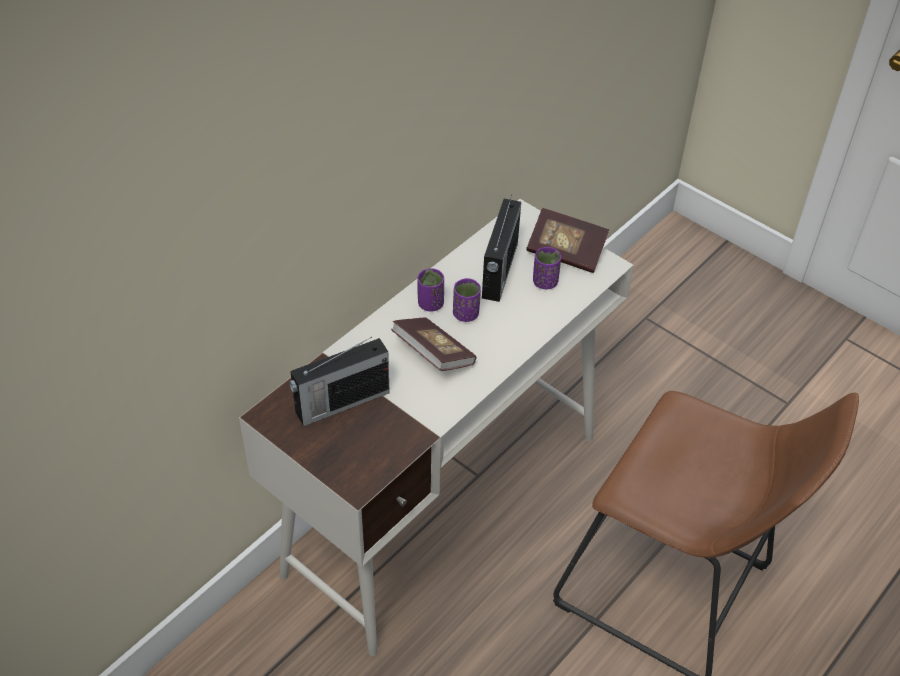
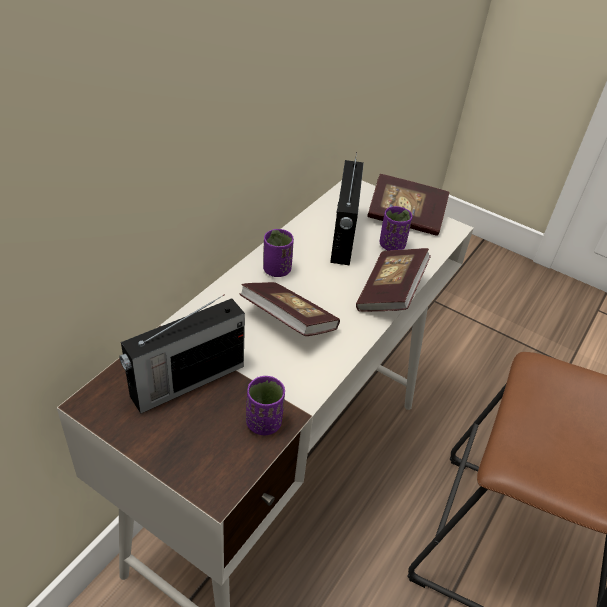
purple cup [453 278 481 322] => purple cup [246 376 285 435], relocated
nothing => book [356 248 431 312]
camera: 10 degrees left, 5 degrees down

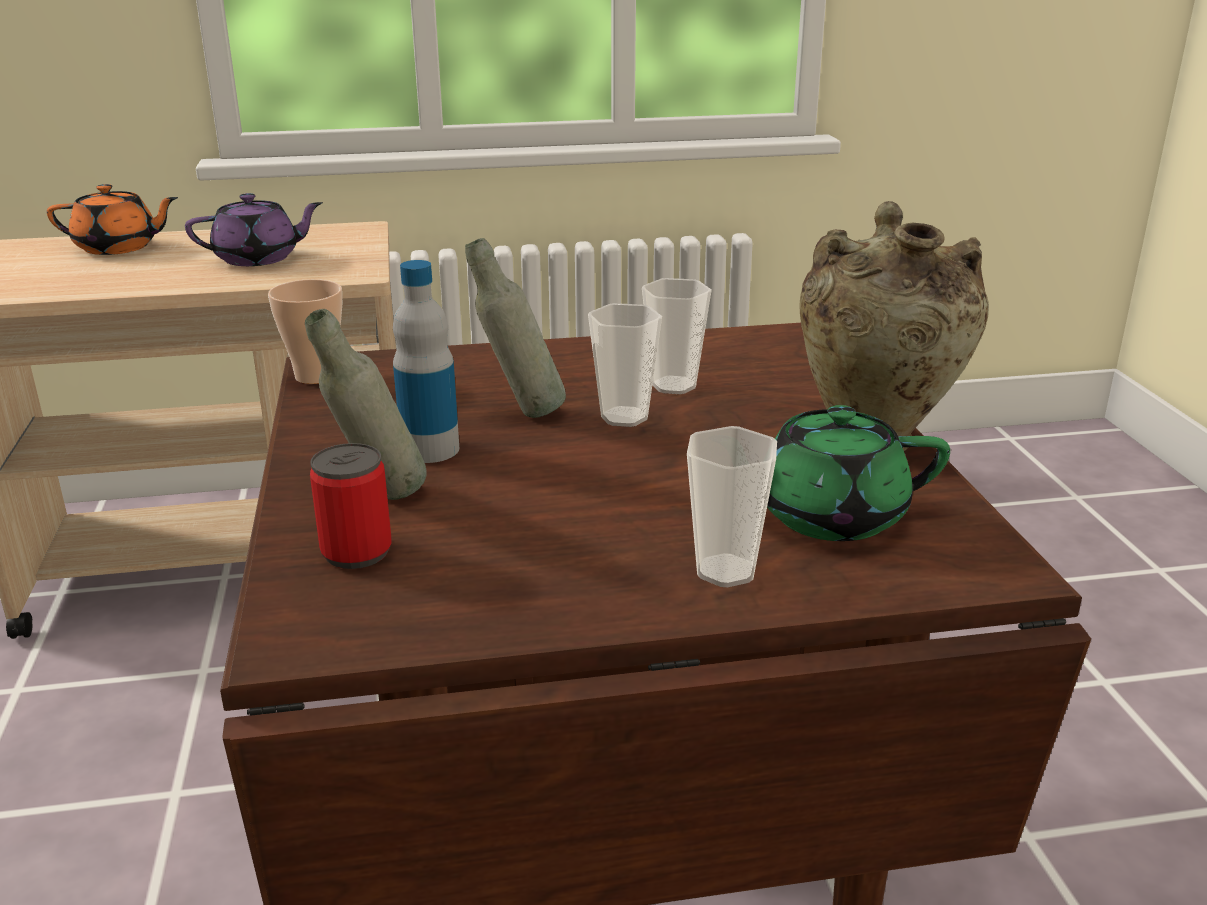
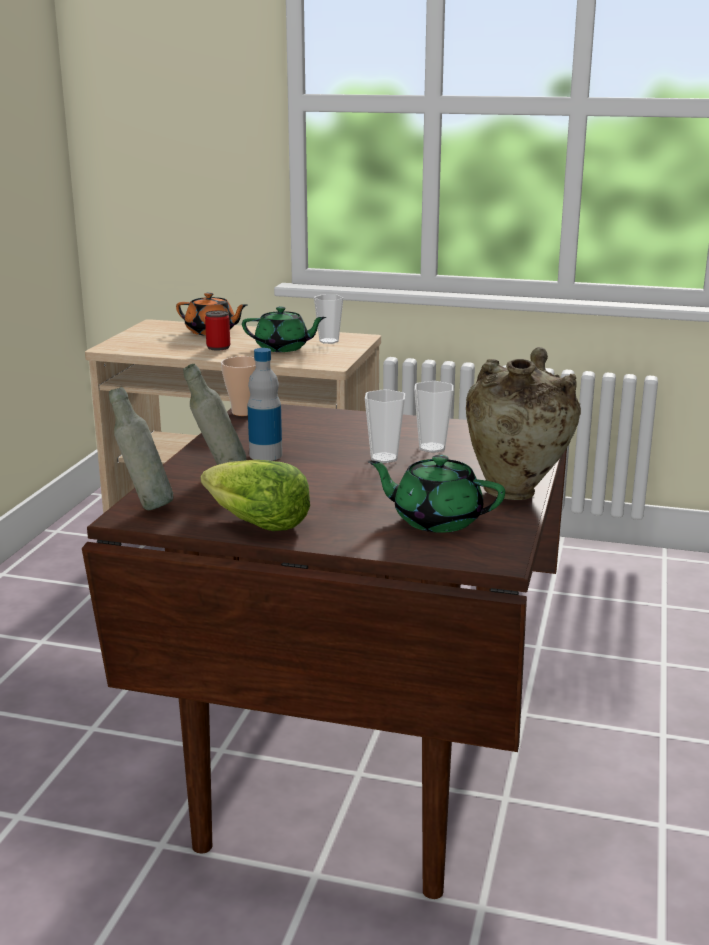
purple teapot [185 193 323 266] => green teapot [242 307 326 352]
grey bottle [465 238 566 418] => grey bottle [109 387 173 510], relocated
cup [687 426 777 587] => cup [314 294 344 344], relocated
can [310 443 392 569] => can [205 310 230 350], relocated
nothing => lettuce [200 460 310 531]
camera: 25 degrees right, 5 degrees down

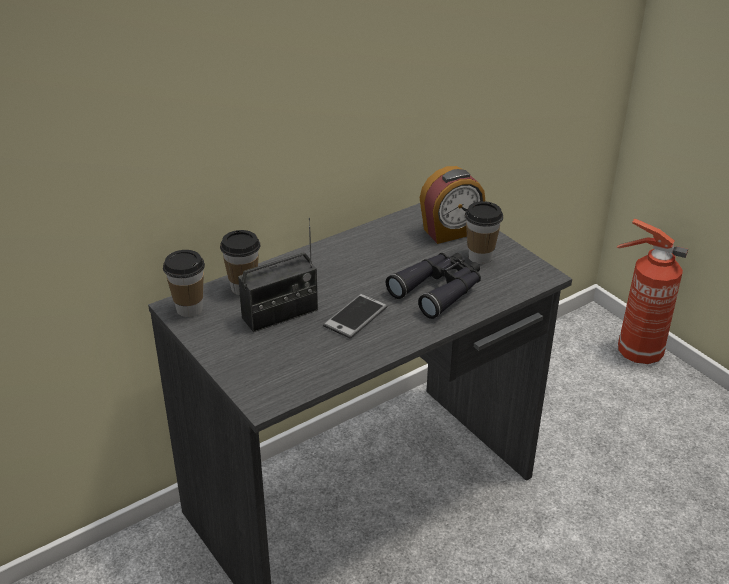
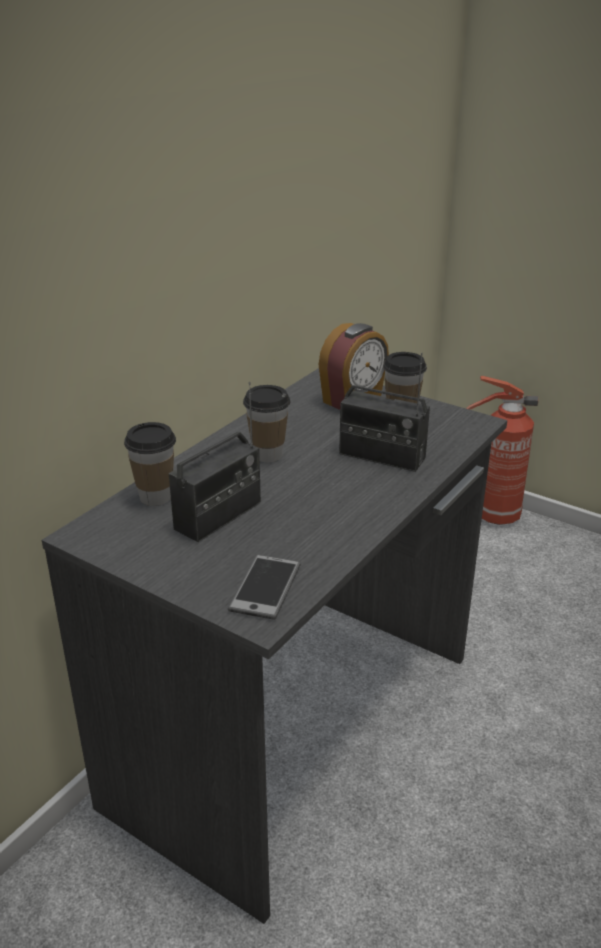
cup [163 250 205 317] => cup [243 385 290 462], relocated
black binoculars [386 253 481 319] => radio [339 353 430 472]
phone [323 294 387 339] => phone [228 555 301 620], relocated
camera: 20 degrees left, 5 degrees down

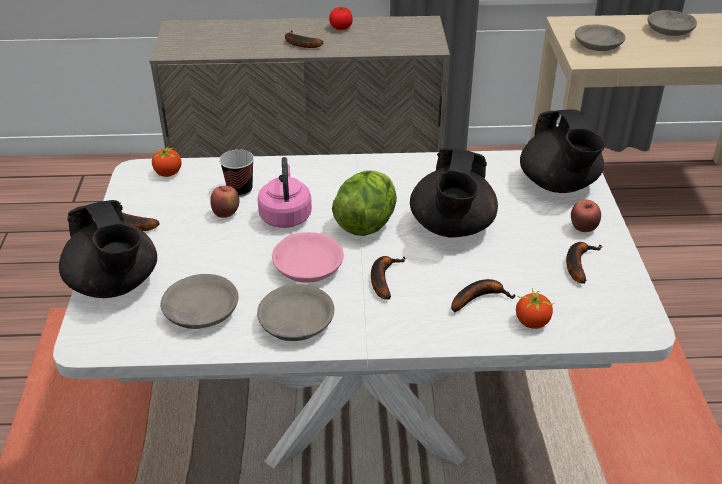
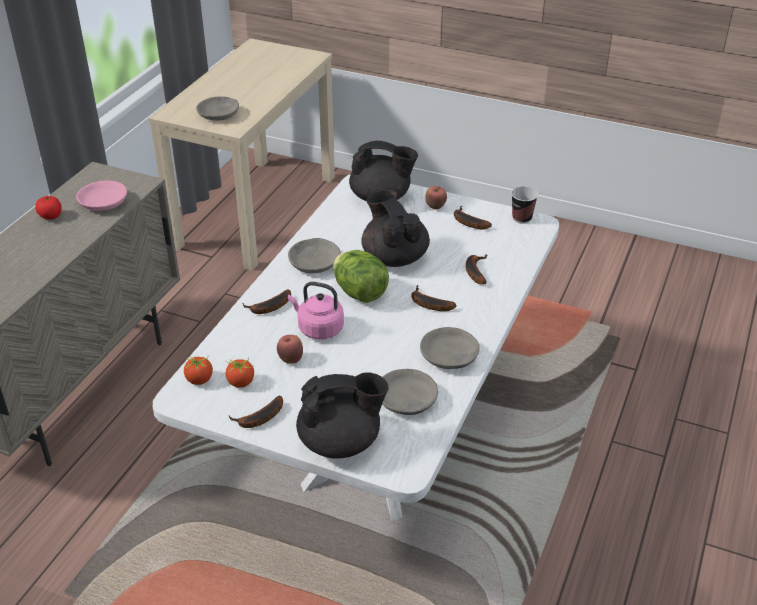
grey bowl [647 10 697 36] => grey bowl [288 238 341 274], relocated
banana [285 30 324 48] => banana [243 289 291 314], relocated
black teapot [410 148 498 238] => black teapot [361 190 430 267], 150 degrees counterclockwise
cup [219 149 254 197] => cup [511 186 538 224], relocated
pink bowl [272 232 344 282] => pink bowl [76 180 127 211], relocated
tomato [516 288 554 329] => tomato [226 357 254 388], relocated
camera: 65 degrees left, 0 degrees up

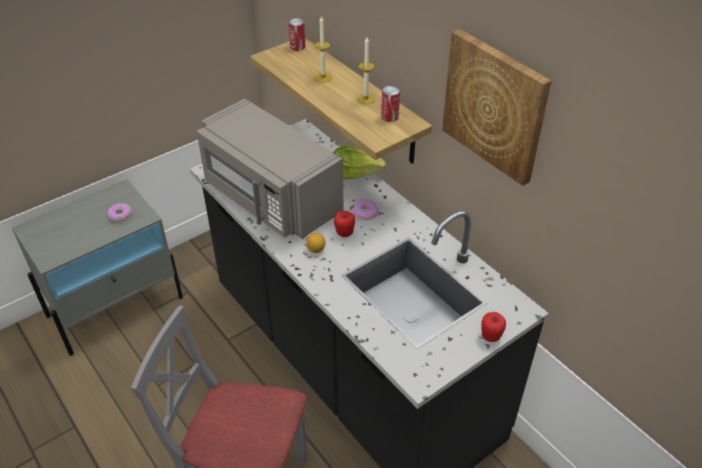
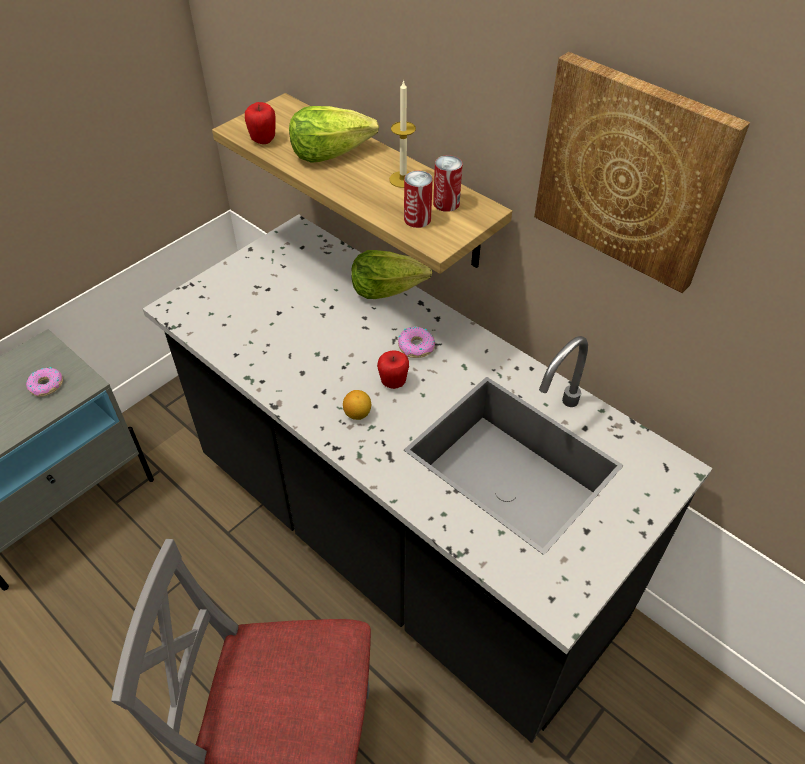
candle [314 16 332 83] => lettuce [289 106 379 163]
can [288 18 305 51] => can [404 171 433 228], relocated
grey microwave [197 98 343 238] => nothing
apple [482 312 506 342] => apple [245 102 276 144], relocated
camera: 10 degrees left, 5 degrees up

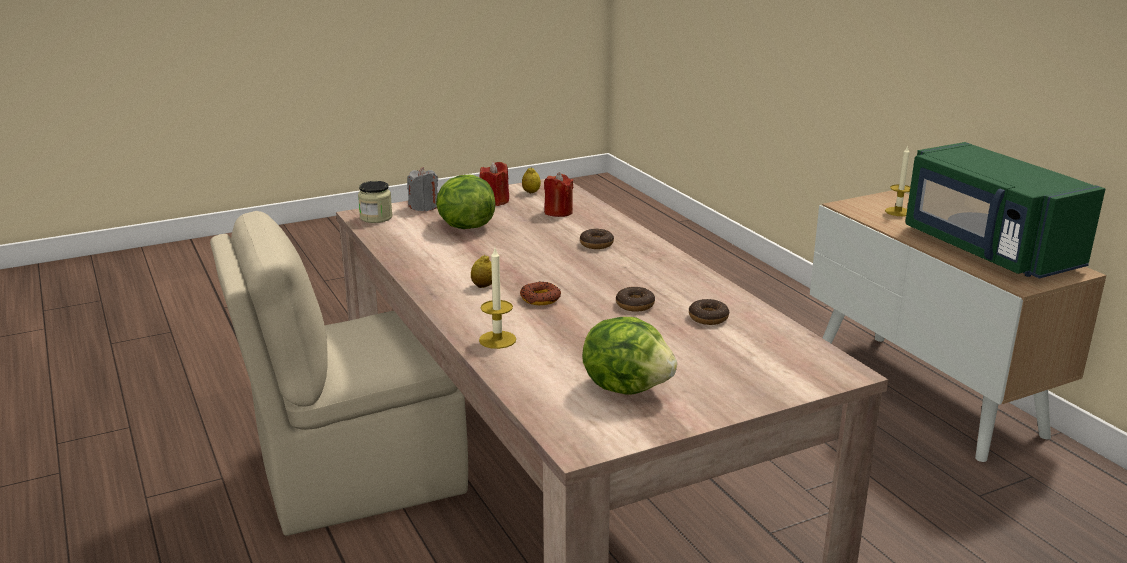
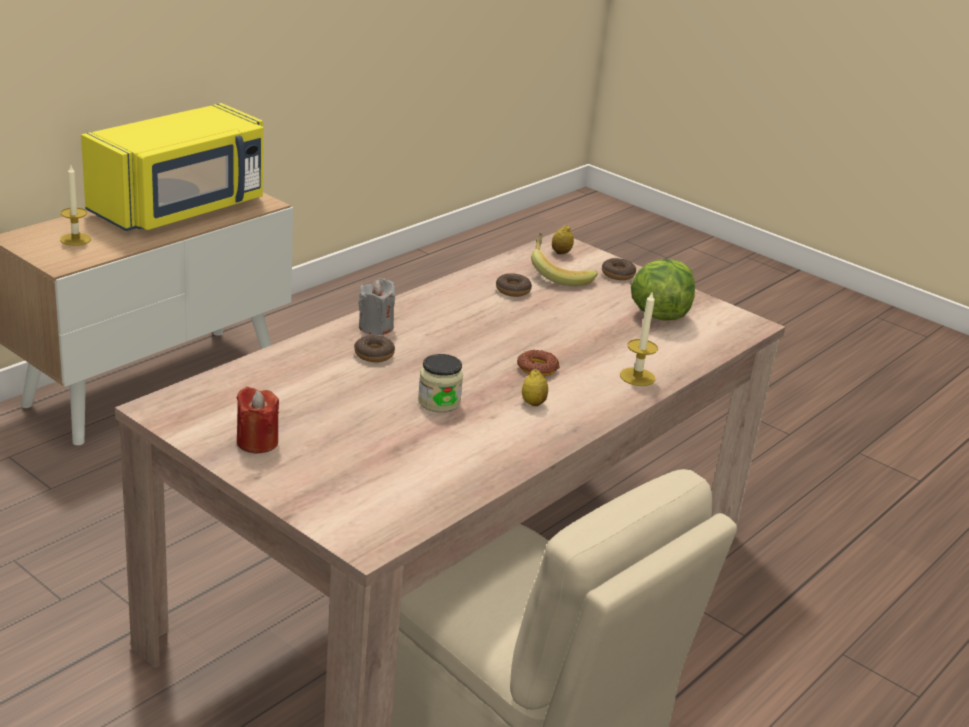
green microwave [906 142 1105 278] => yellow microwave [81 103 263 231]
grey candle [407 167 438 211] => grey candle [358 278 395 335], relocated
lemon [522 167 541 193] => lemon [552 225 574 254], relocated
red candle [544 172 573 217] => nothing
lettuce [436 175 496 229] => nothing
jar [358 181 392 223] => jar [418 354 463 412], relocated
donut [616 287 655 312] => donut [602 258 636 280], relocated
nothing => banana [531 233 598 286]
camera: 115 degrees left, 5 degrees up

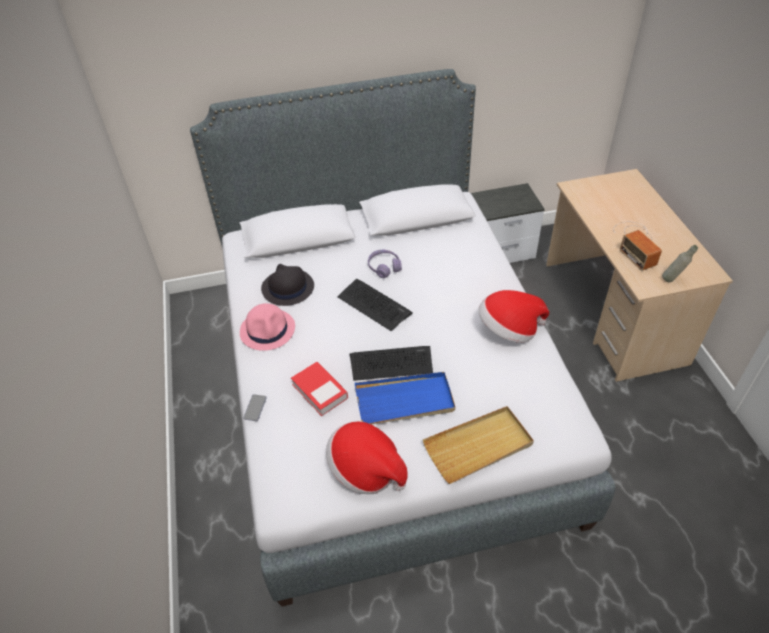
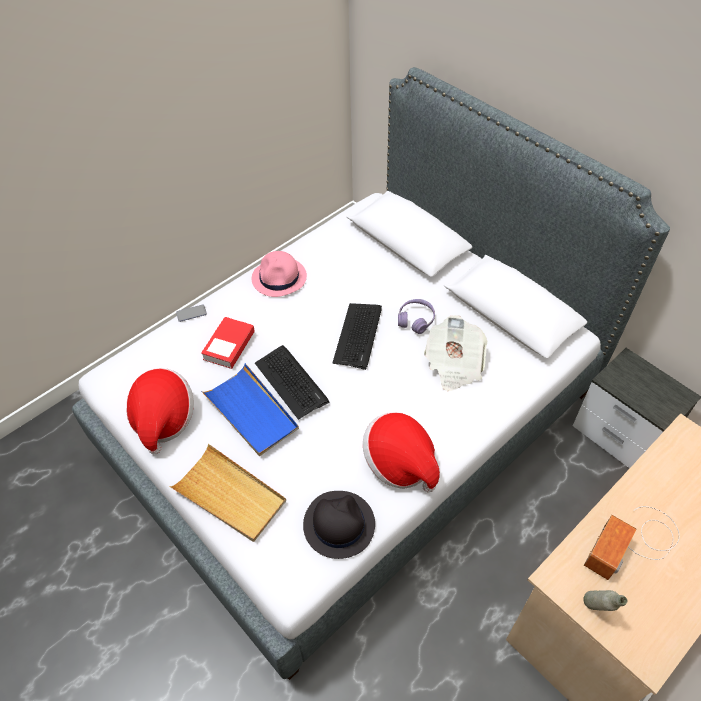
black hat [261 264 314 306] => black hat [303 491 375 559], relocated
nothing => newspaper [424 315 487 391]
camera: 60 degrees right, 5 degrees up

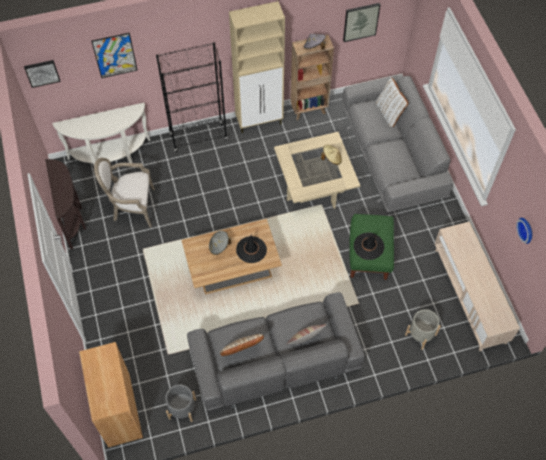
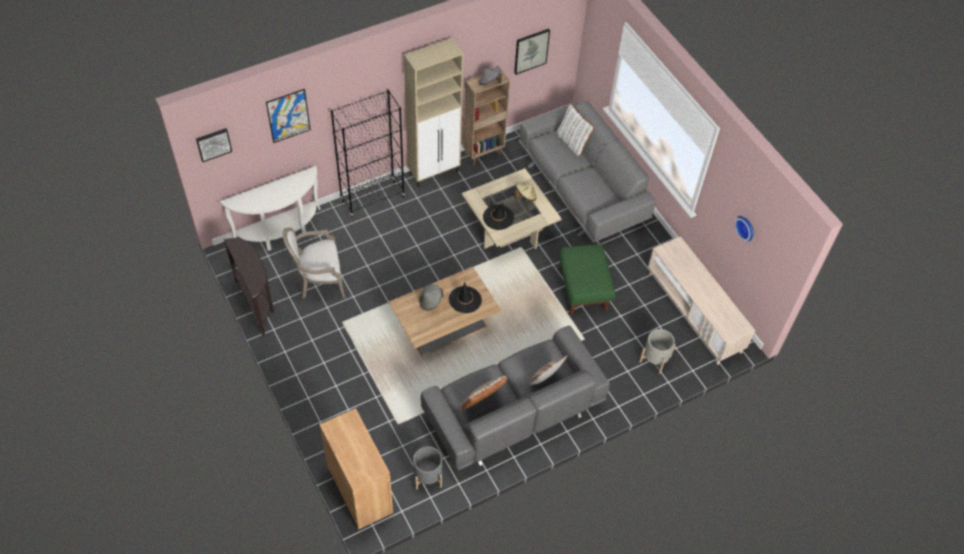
black hat [354 233 384 260] => black hat [483 203 514 230], relocated
camera: 15 degrees left, 5 degrees down

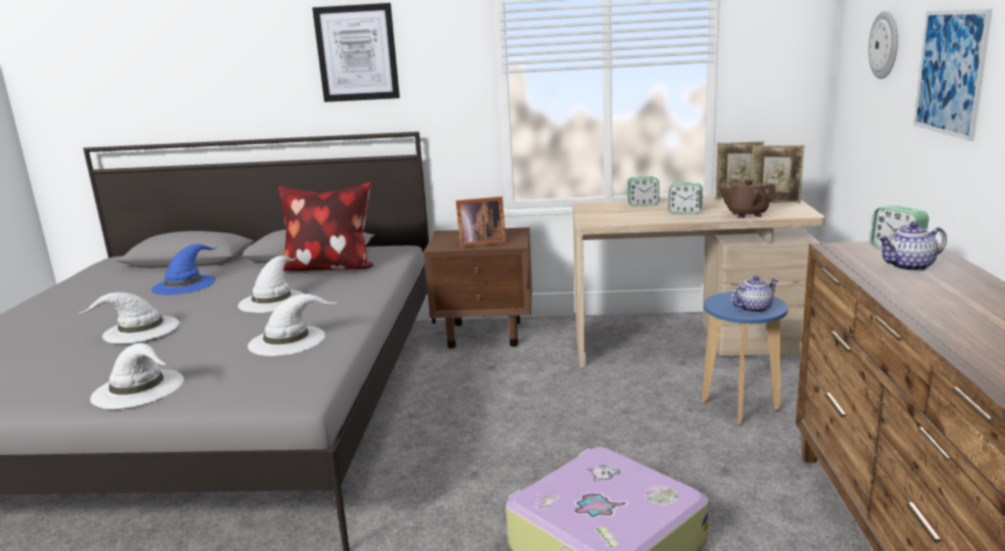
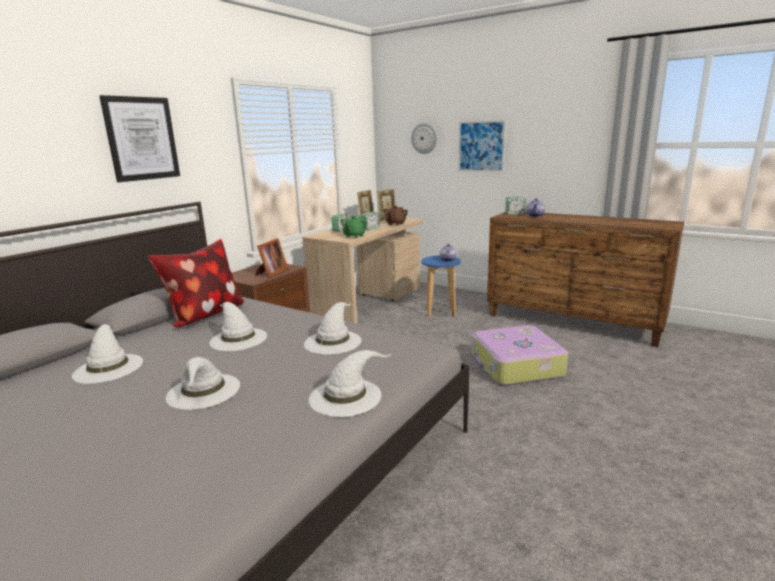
blue hat [151 244 217 295] => white hat [72 324 143 384]
nothing => green teapot [340 216 367 238]
camera: 60 degrees left, 0 degrees up

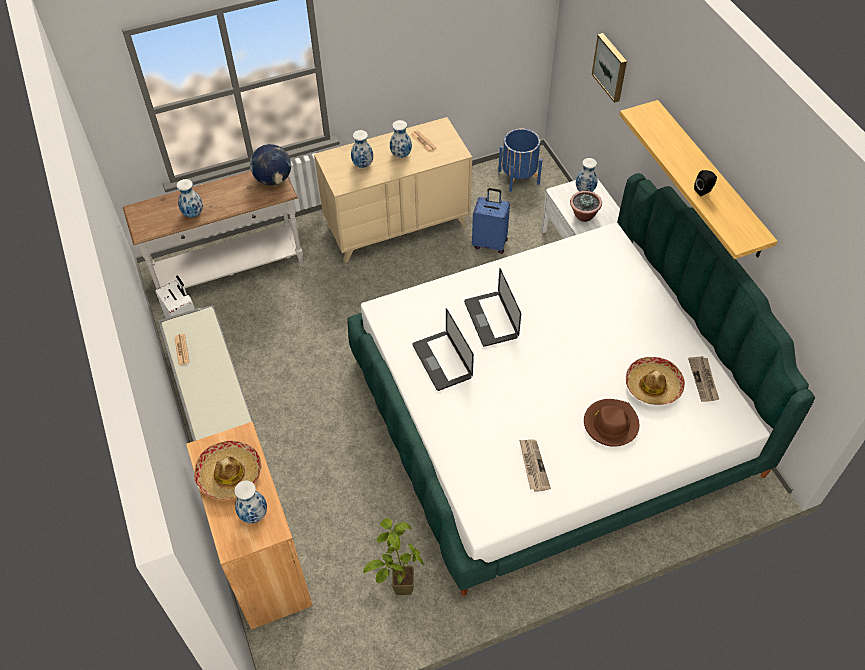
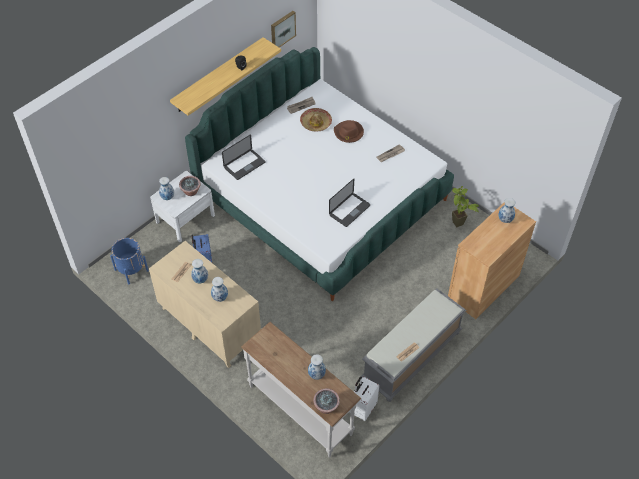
picture [592 33 627 103] => picture [271 11 296 47], relocated
globe [250 144 291 186] => nothing
laptop [464 268 521 347] => laptop [222 134 265 180], relocated
hat [194 441 262 500] => nothing
nothing => potted plant [313 388 340 414]
camera: 115 degrees left, 0 degrees up

